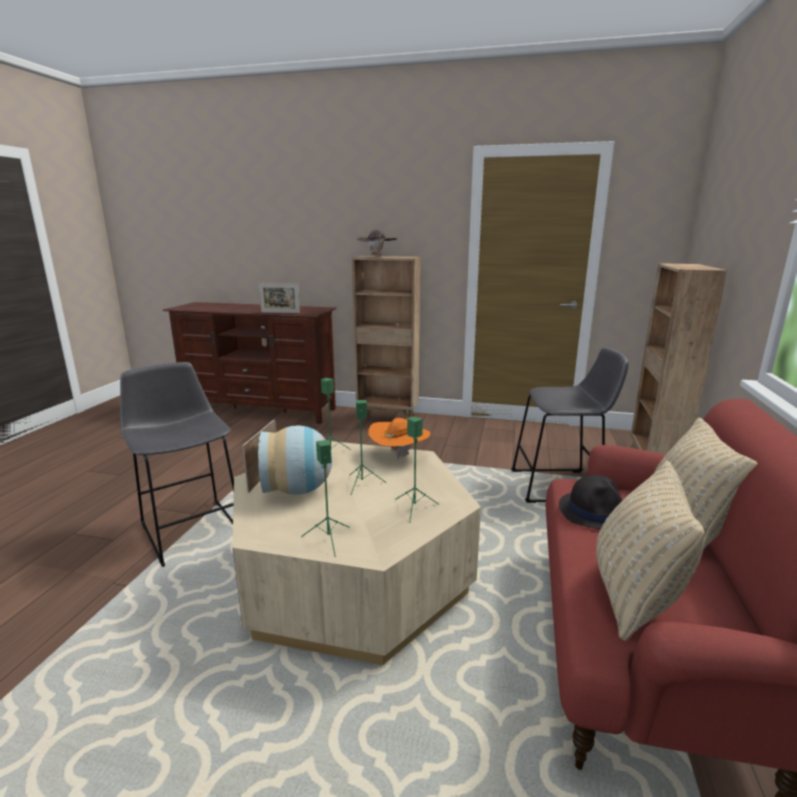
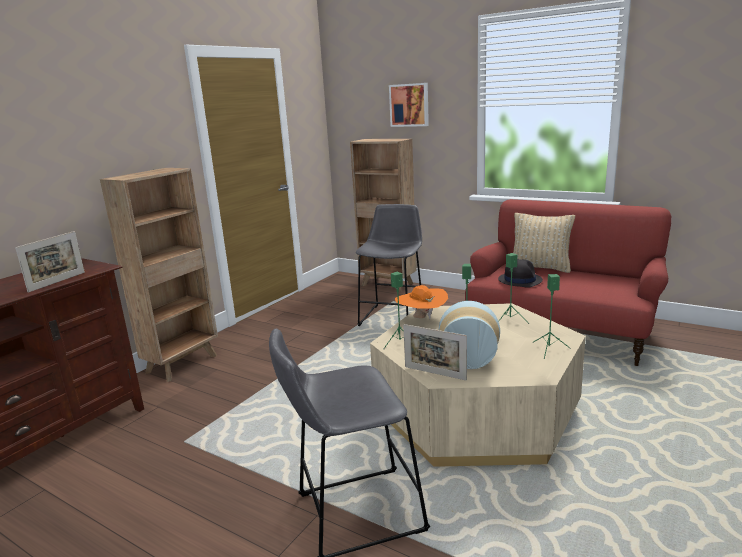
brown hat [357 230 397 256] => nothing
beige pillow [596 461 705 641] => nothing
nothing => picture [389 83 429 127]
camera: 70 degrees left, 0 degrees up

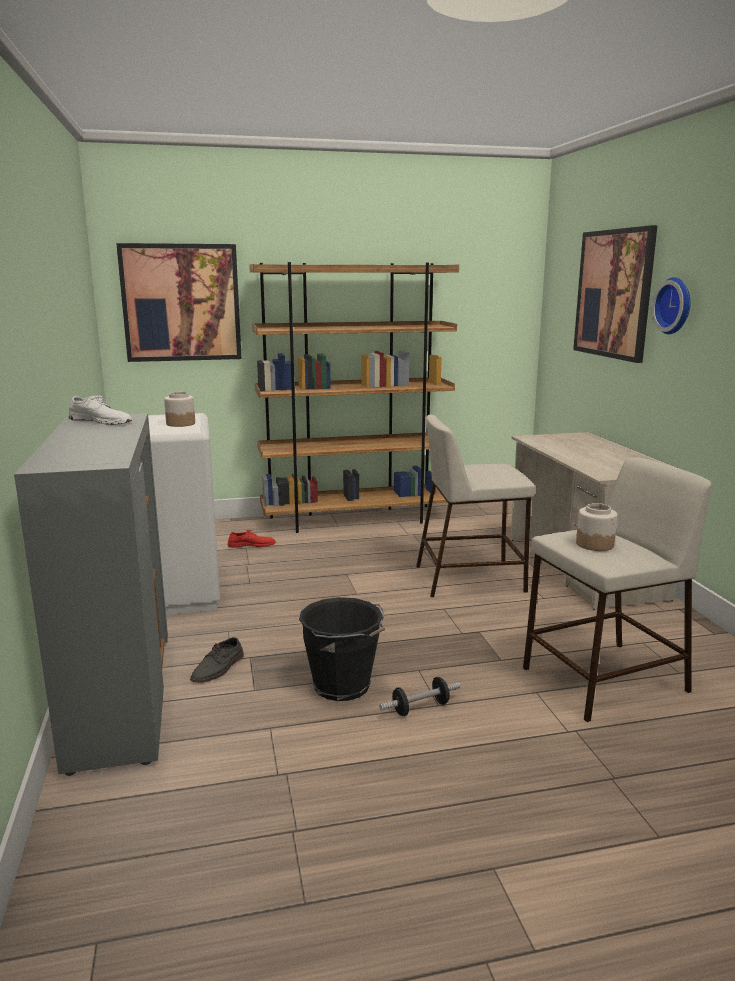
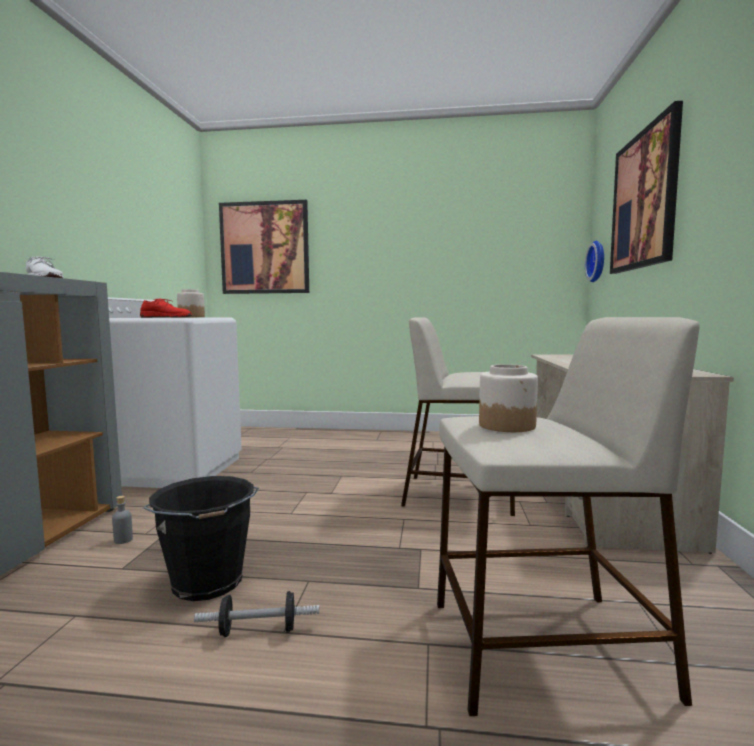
brown bookcase [249 262 459 533] => nothing
wall clock [652 277 691 334] => wall clock [585 241 604 282], relocated
red shoe [228 530 275 548] => red shoe [140 298 192 318], relocated
grey shoe [190 637 244 683] => grey bottle [112 496 133 544]
camera: 20 degrees right, 10 degrees down

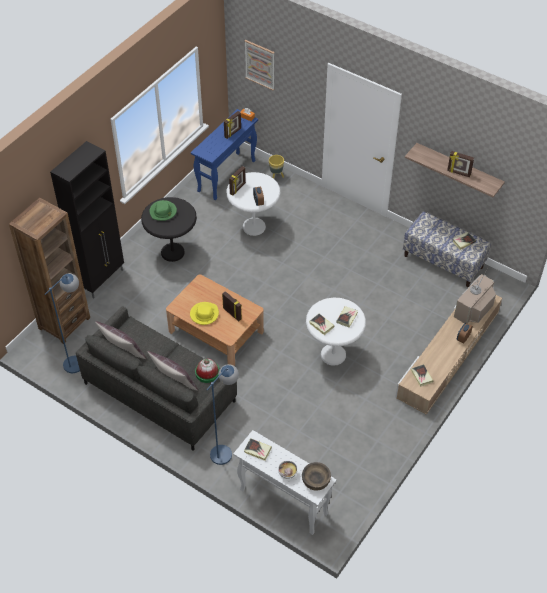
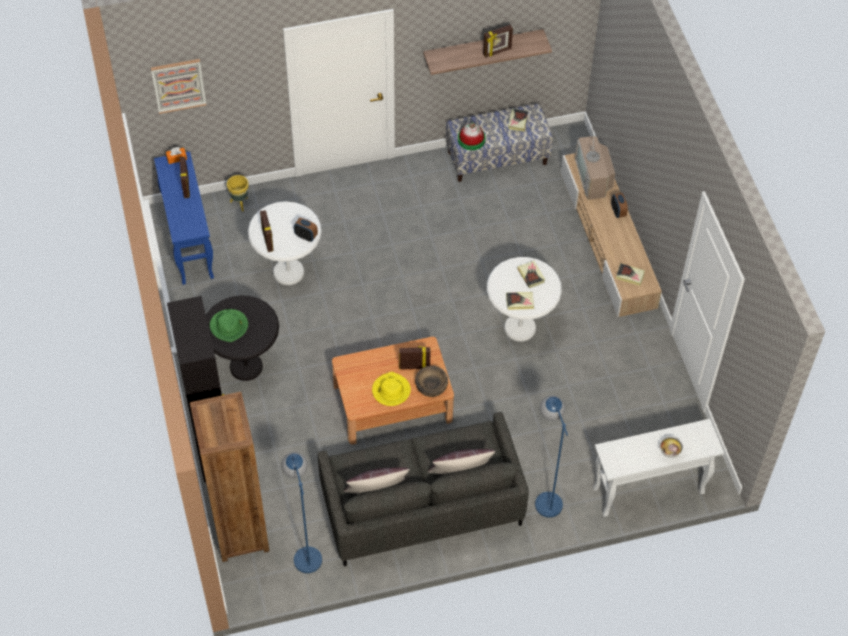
hat [195 359 220 383] => hat [458 122 486 150], relocated
book [244 438 272 461] => nothing
brown bowl [302 462 331 491] => brown bowl [415 366 448 397], relocated
camera: 50 degrees left, 5 degrees up

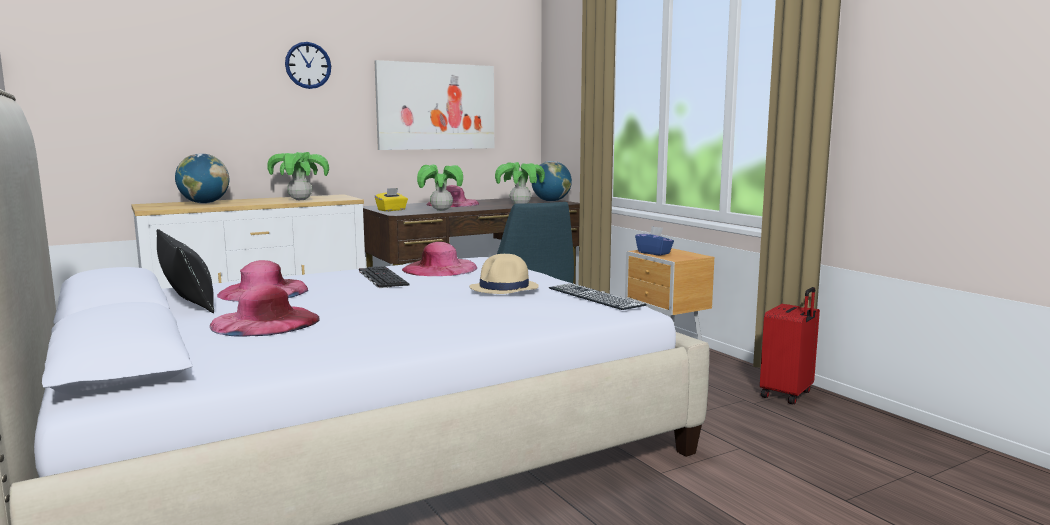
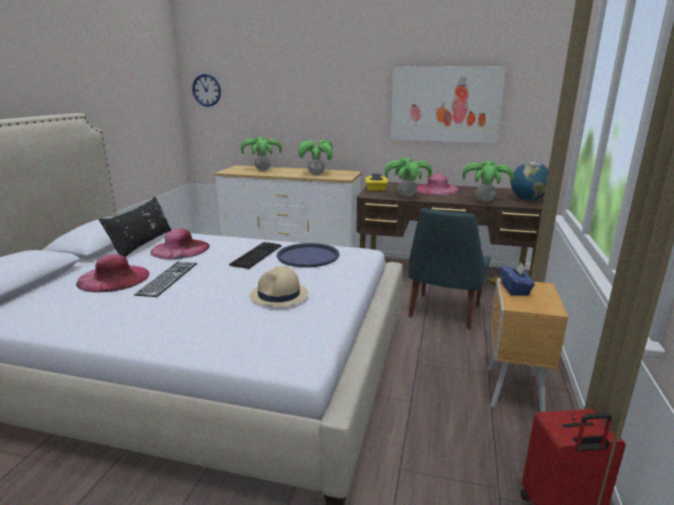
wall clock [285 42 331 89] => wall clock [192 74 221 107], relocated
globe [175 153 229 204] => potted plant [241 137 282 171]
pink hat [402 242 477 276] => blue tray [277 243 339 267]
keyboard [549 283 646 310] => keyboard [134 262 197 297], relocated
camera: 45 degrees right, 10 degrees up

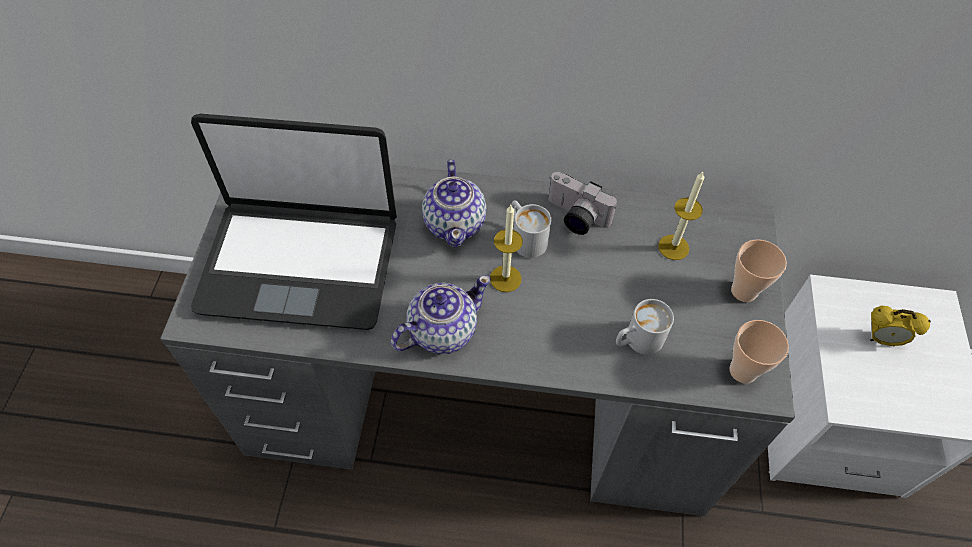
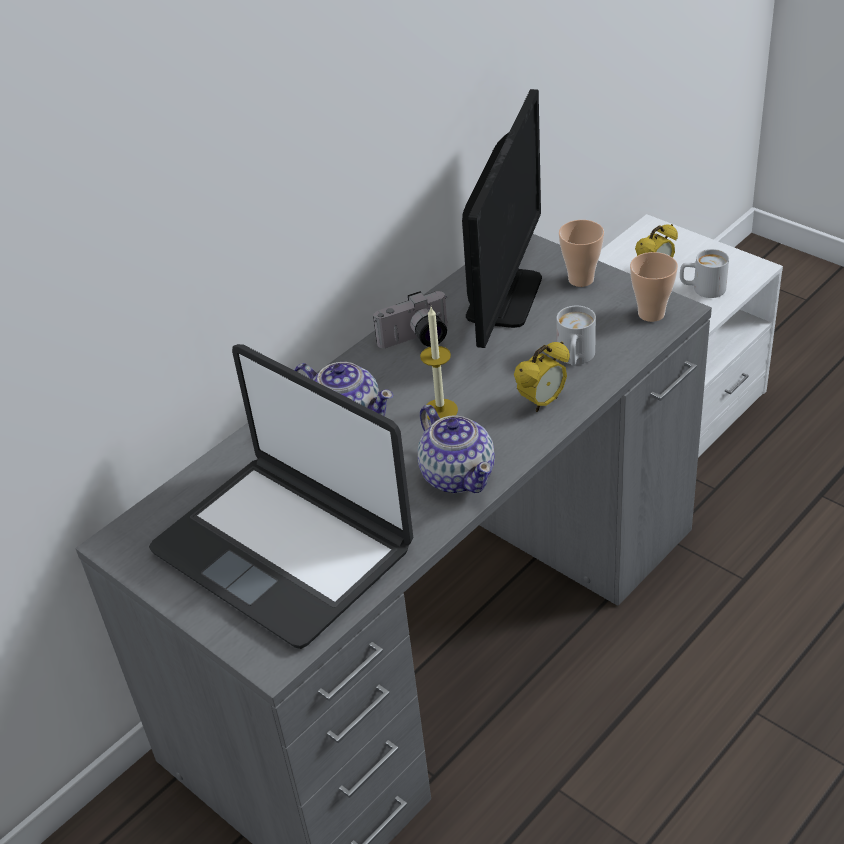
laptop [191 114 397 330] => laptop [149 344 413 649], 90 degrees clockwise
candle [658 172 704 260] => monitor [462 89 542 348]
white mug [511 200 551 258] => white mug [680 249 729 298], relocated
teapot [391 275 491 354] => teapot [418 405 495 493], 150 degrees clockwise
nothing => alarm clock [514 341 570 412]
camera: 50 degrees left, 15 degrees down

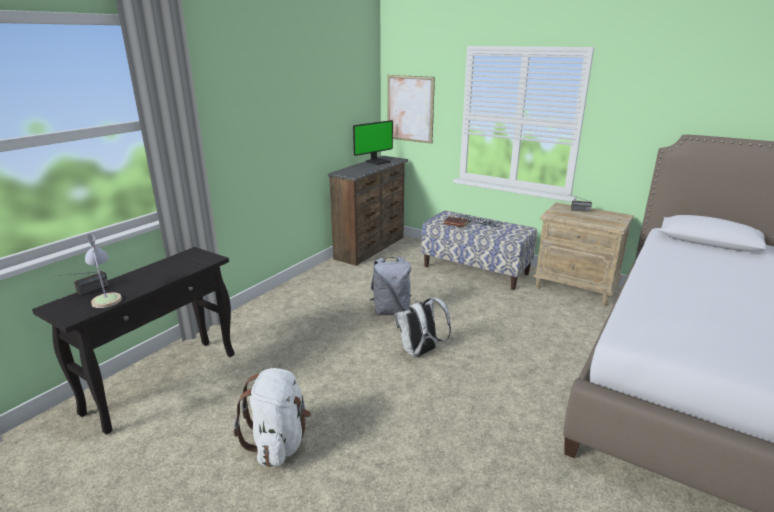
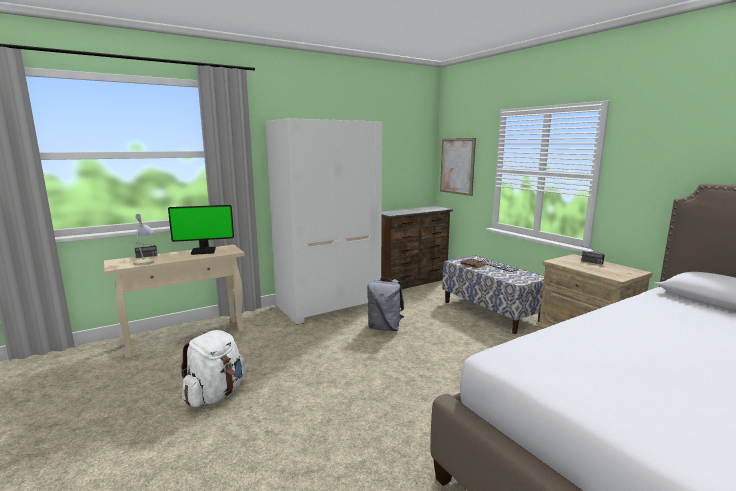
monitor [353 120 393 165] => monitor [168 205 234 255], relocated
black console table [32 247 235 435] => beige console table [104 245 245 359]
white backpack [395 298 451 358] => nothing
nothing => white wardrobe [266 118 382 325]
camera: 25 degrees right, 10 degrees down

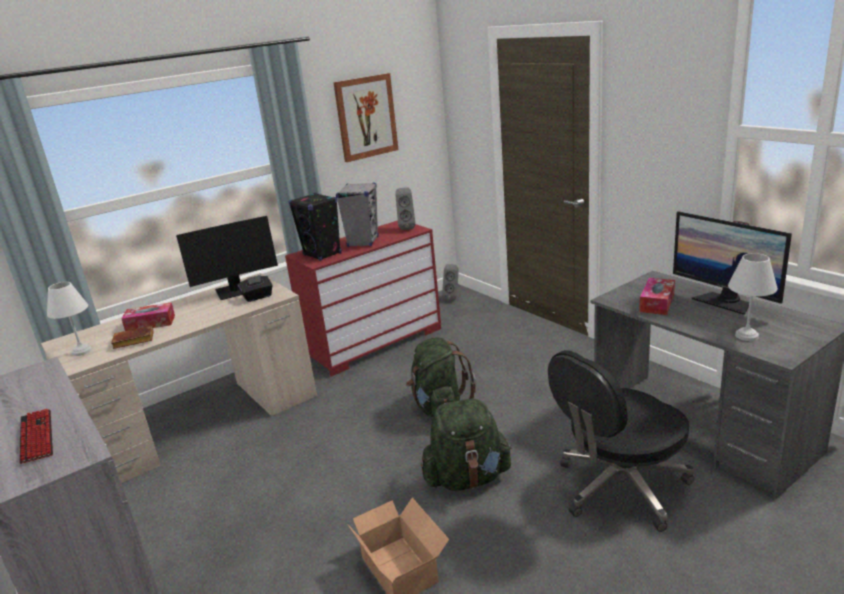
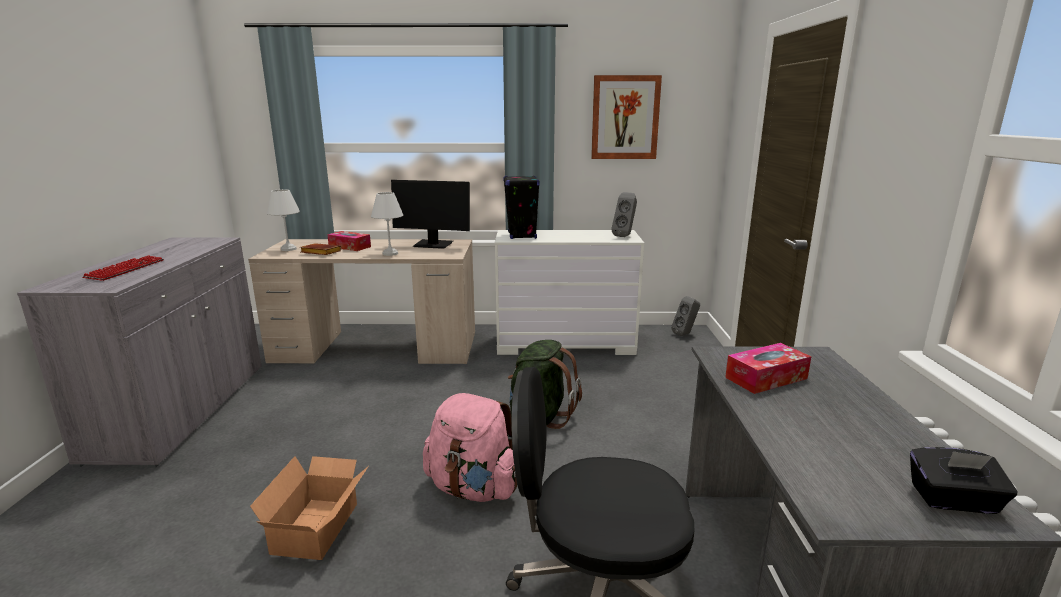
grey speaker [336 182 379 247] => nothing
monitor [673 211 792 315] => nothing
red dresser [285 220 441 377] => white dresser [494 230 644 355]
white table lamp [728 253 778 341] => white table lamp [371 192 403 256], relocated
black tissue box [238 275 273 302] => black tissue box [910 447 1018 514], relocated
green backpack [421 398 512 491] => pink backpack [423 393 517 502]
camera: 35 degrees right, 5 degrees down

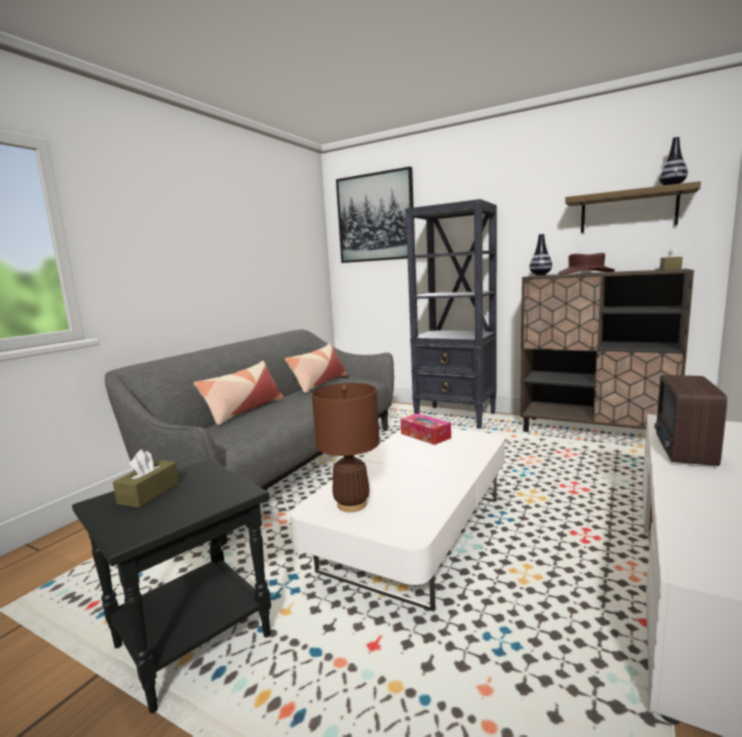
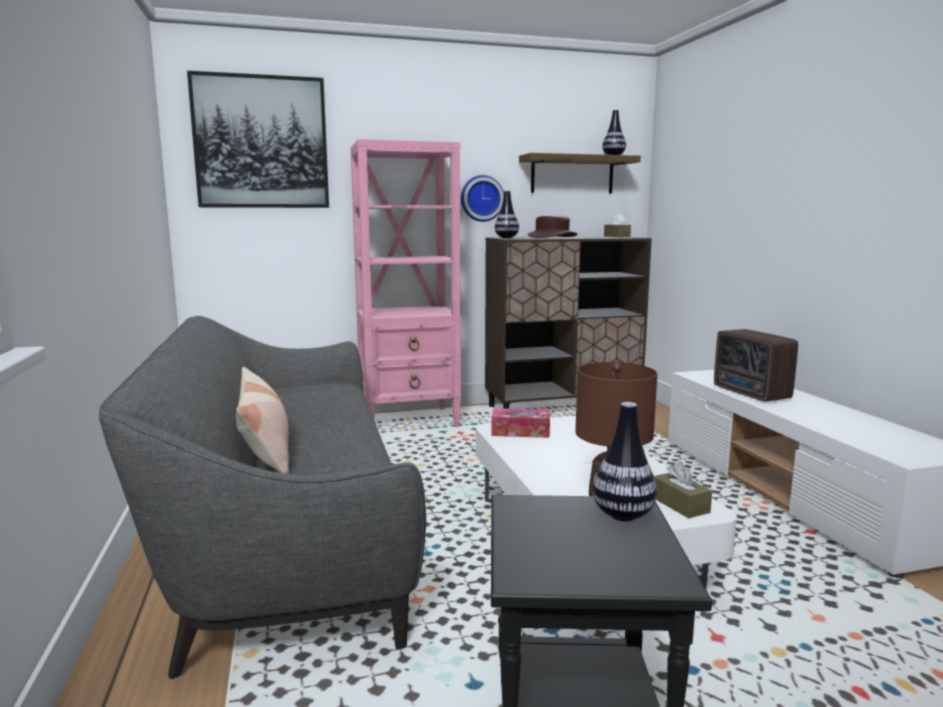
black bookcase [405 199 497 429] => pink bookcase [351 139 461 427]
pillow [285 343 347 393] => nothing
brown tissue box [113 449 179 508] => brown tissue box [654 462 712 518], relocated
nothing => wall clock [461 175 504 222]
nothing => vase [592 402 657 521]
camera: 45 degrees left, 0 degrees up

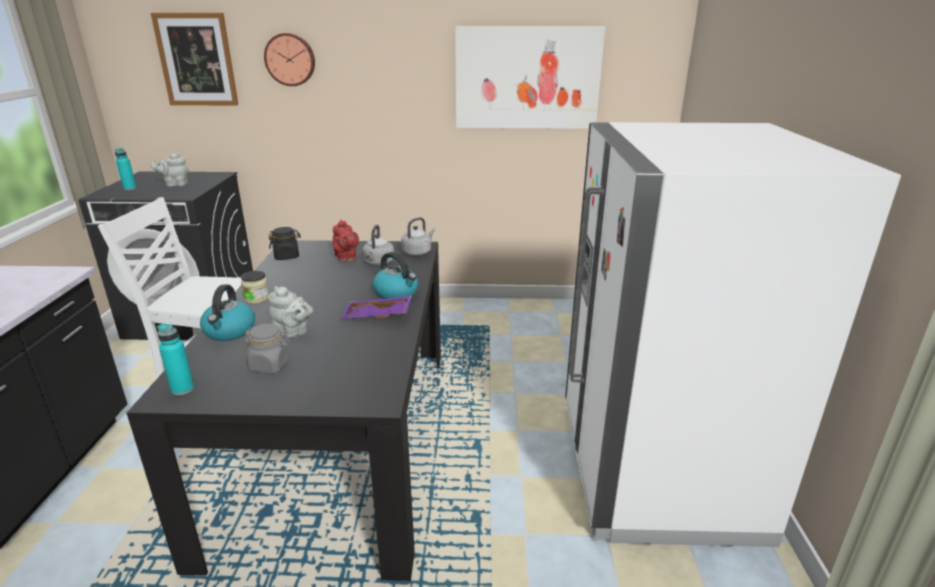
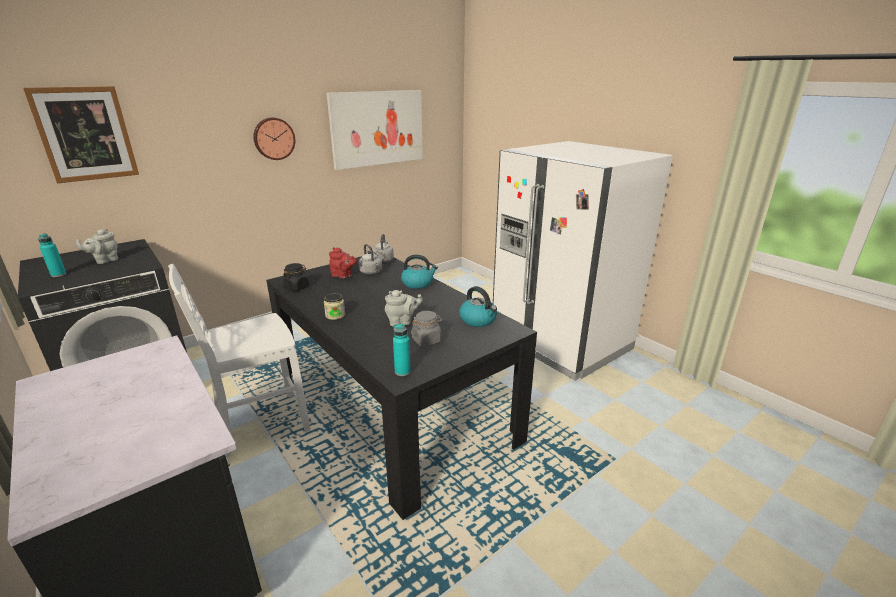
wall clock [264 33 315 86] => wall clock [254 118 295 160], relocated
kettle [200 285 255 341] => kettle [459 286 497 327], relocated
purple tray [340 296 412 319] => nothing
camera: 40 degrees left, 0 degrees up

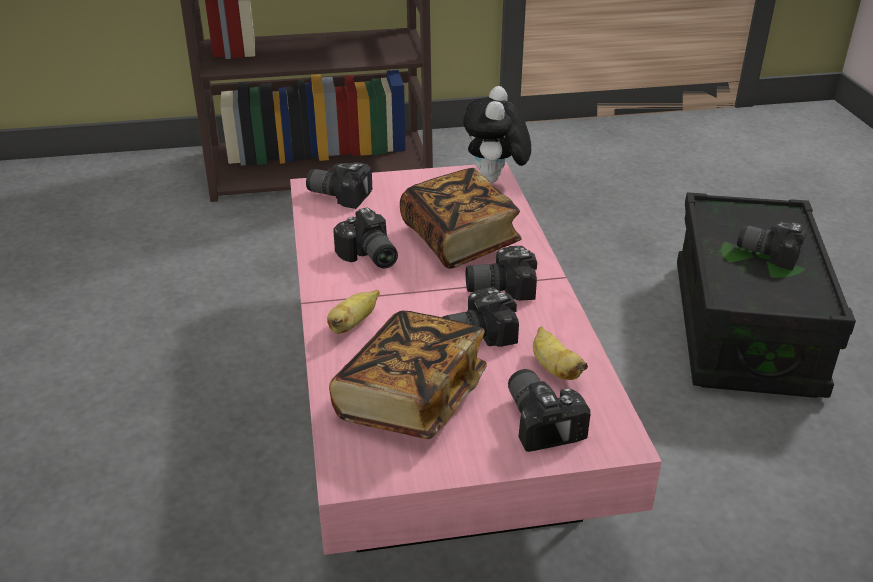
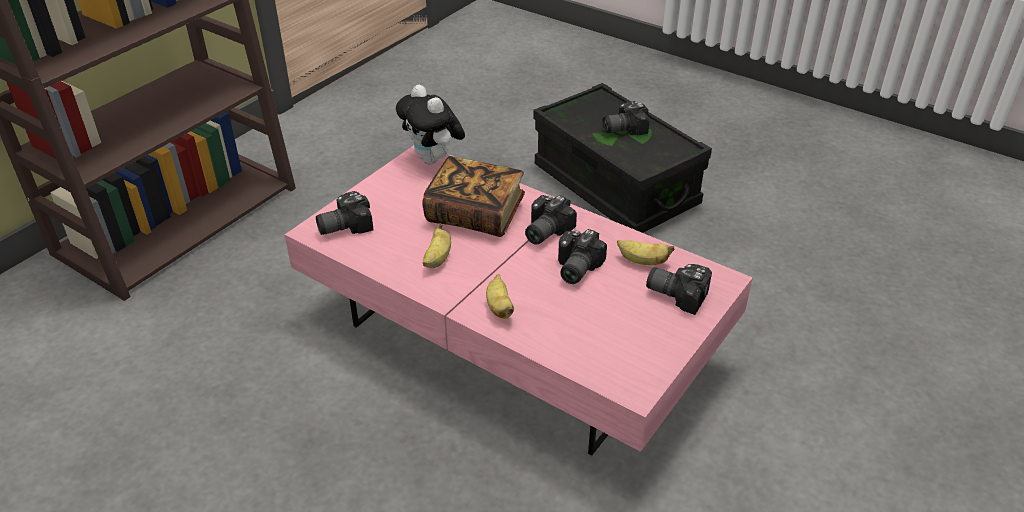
photo camera [333 207 398 268] => banana [423 223 451 268]
book [329 310 487 439] => nothing
camera: 45 degrees left, 5 degrees up

